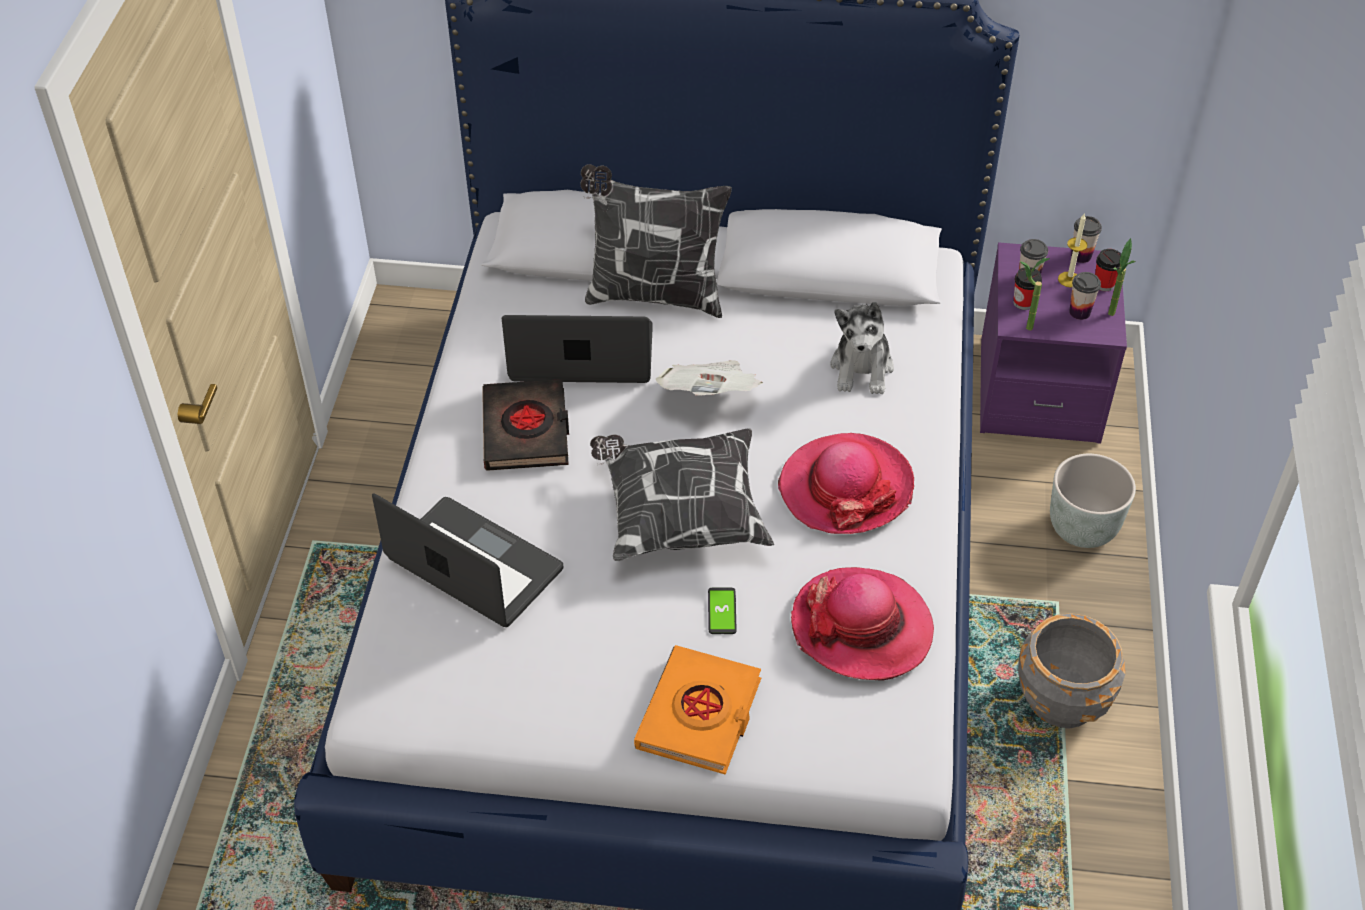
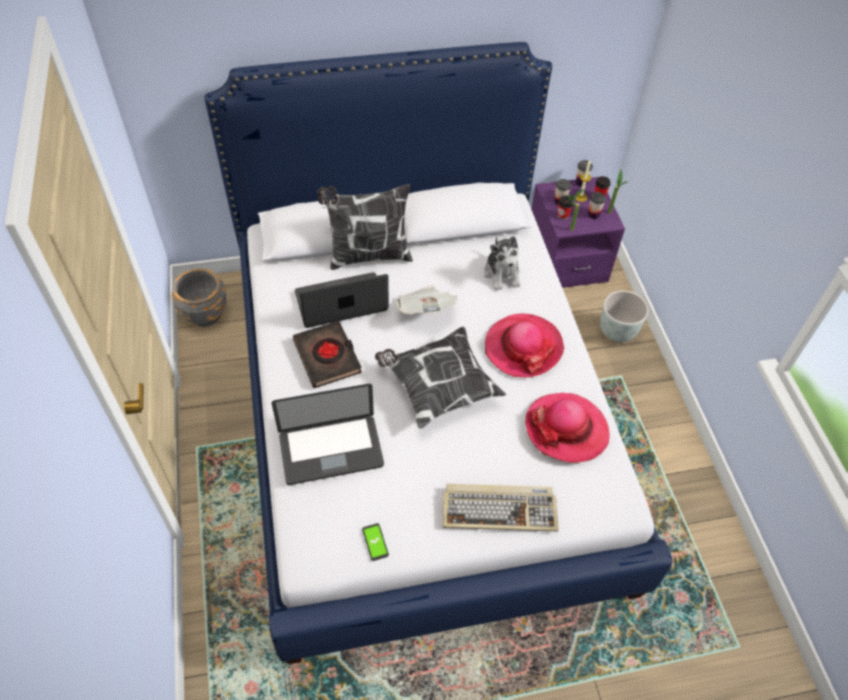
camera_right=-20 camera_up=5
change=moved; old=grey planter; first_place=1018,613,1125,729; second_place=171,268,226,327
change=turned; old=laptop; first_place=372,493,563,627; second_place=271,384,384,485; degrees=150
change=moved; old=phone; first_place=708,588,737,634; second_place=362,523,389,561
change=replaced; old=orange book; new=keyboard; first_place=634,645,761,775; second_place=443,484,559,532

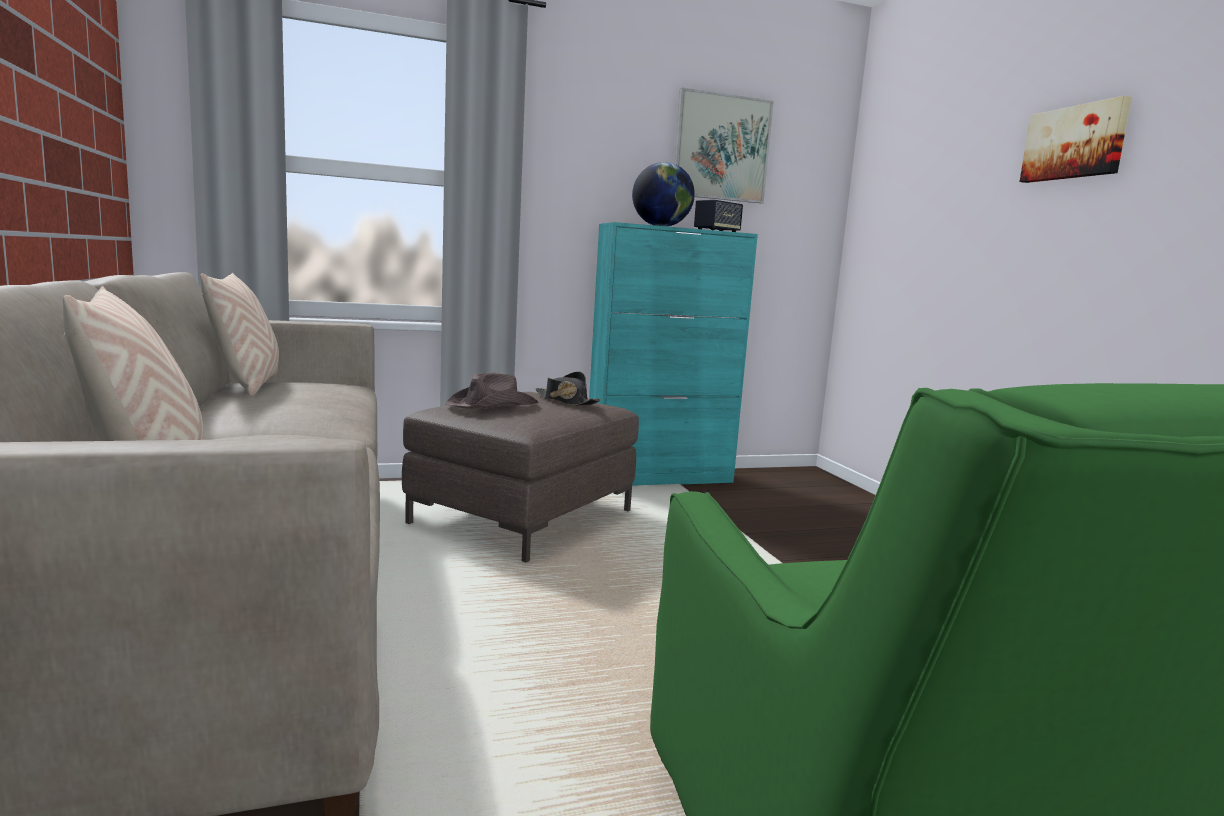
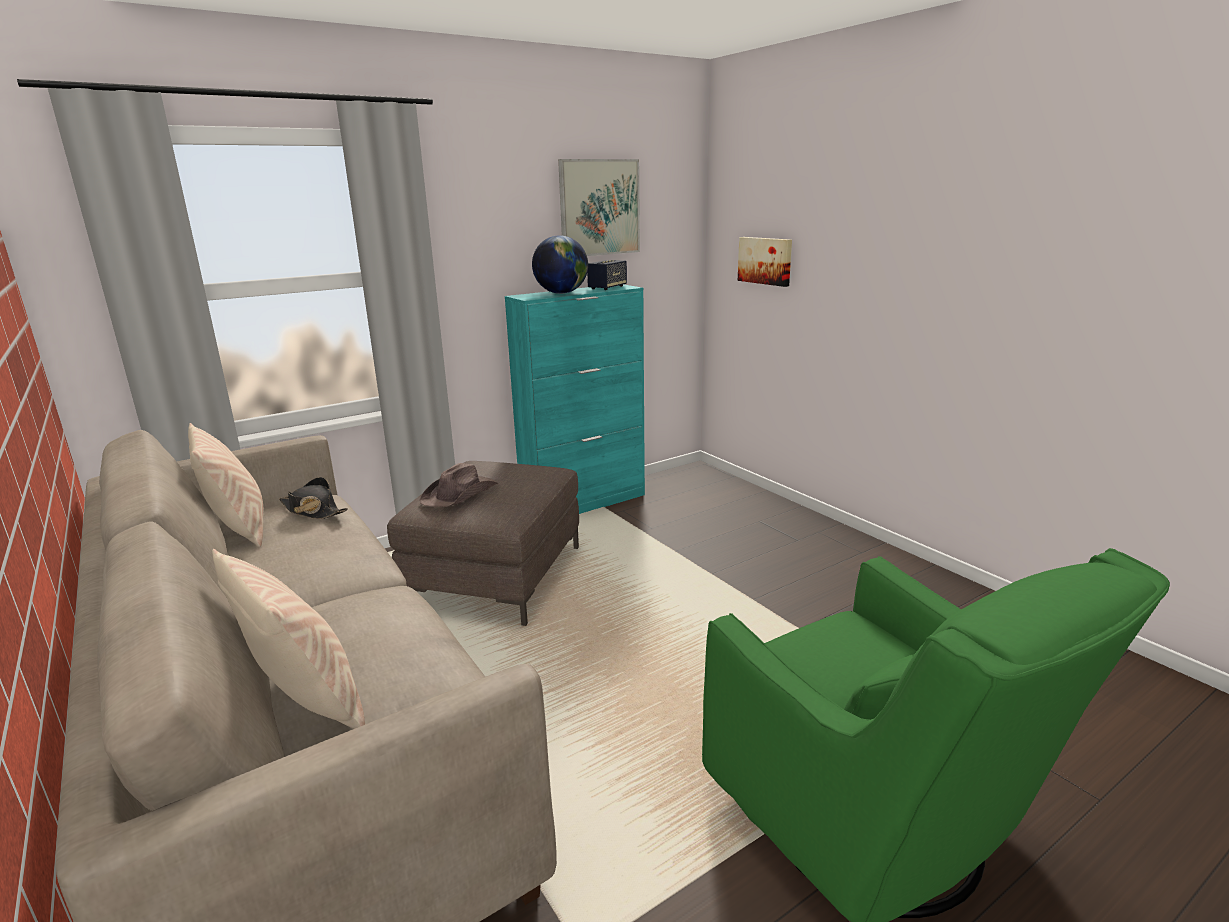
camera_right=-15 camera_up=10
change=moved; old=black hat; first_place=536,371,601,406; second_place=279,477,348,519
change=moved; old=picture; first_place=1020,96,1132,183; second_place=738,237,792,287

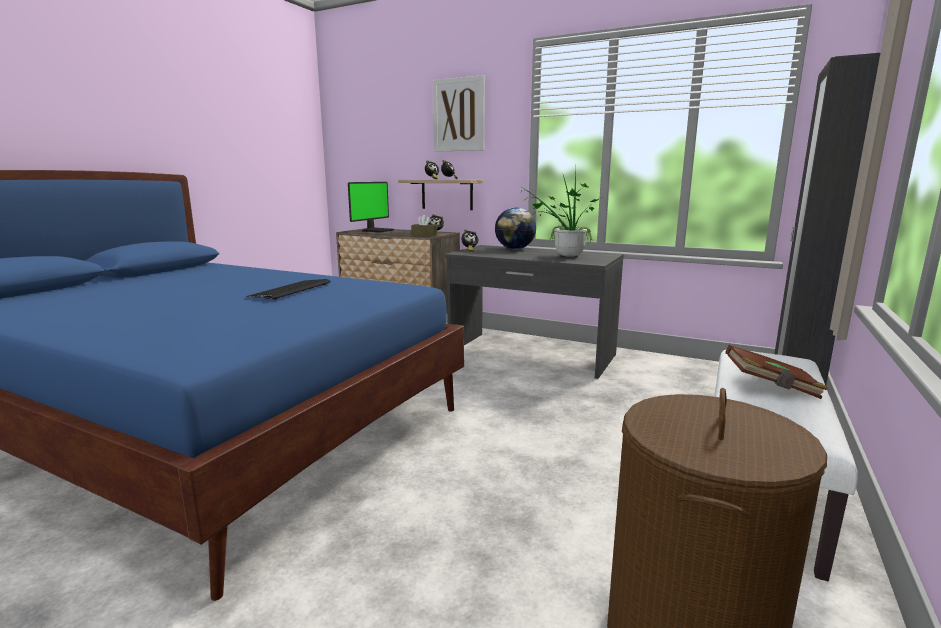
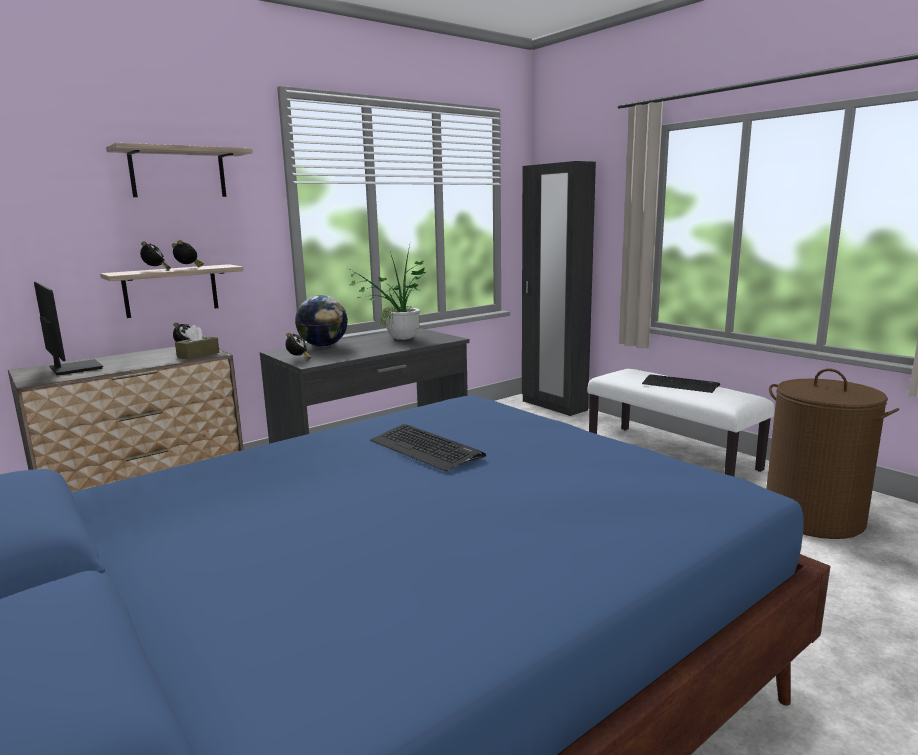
camera_right=-65 camera_up=0
change=replaced; old=picture; new=shelf; first_place=433,75,485,152; second_place=106,143,253,197
change=replaced; old=brown book; new=keyboard; first_place=725,345,828,399; second_place=642,375,720,393

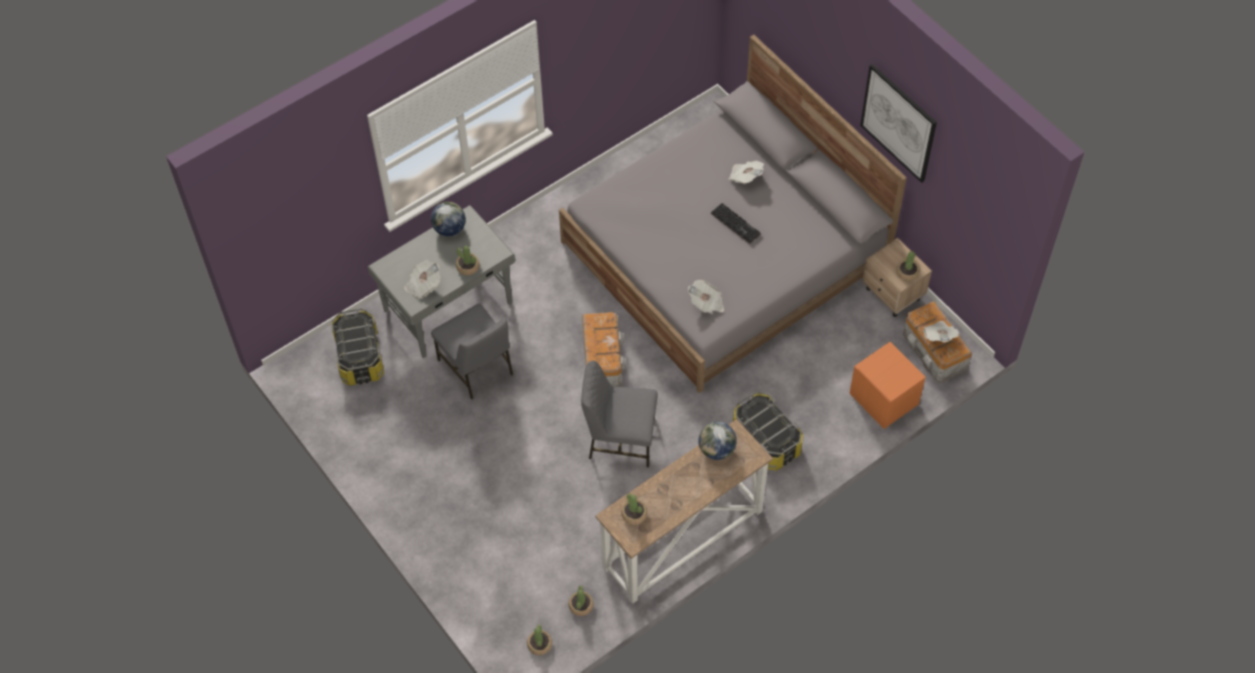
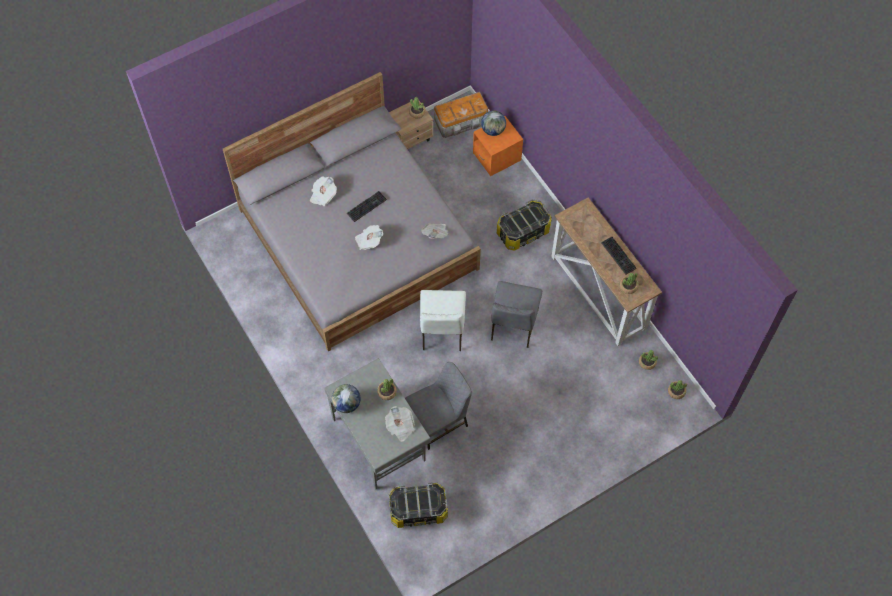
camera_right=-85 camera_up=5
change=moved; old=newspaper; first_place=923,321,959,342; second_place=355,225,383,250
change=replaced; old=storage box; new=white chair; first_place=582,312,626,387; second_place=420,290,466,351
change=moved; old=globe; first_place=698,422,737,460; second_place=481,110,506,136
change=added; new=keyboard; second_place=601,237,636,275
change=removed; old=picture; first_place=860,64,937,183

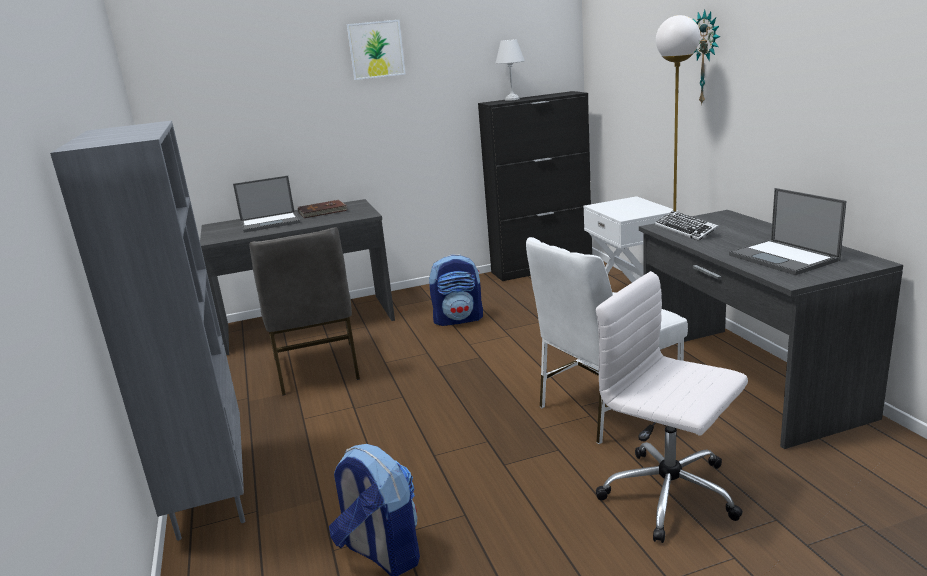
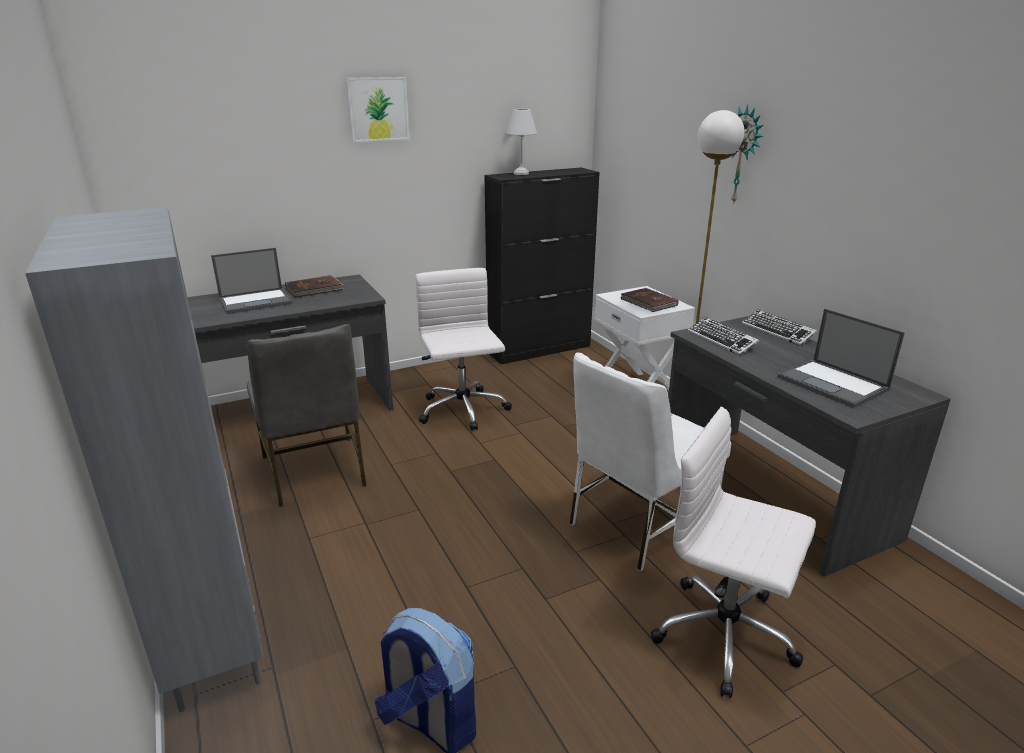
camera_right=-10 camera_up=5
change=replaced; old=backpack; new=white office chair; first_place=429,254,483,326; second_place=415,268,512,431
change=added; new=brown book; second_place=621,288,678,312
change=added; new=keyboard; second_place=742,310,817,346

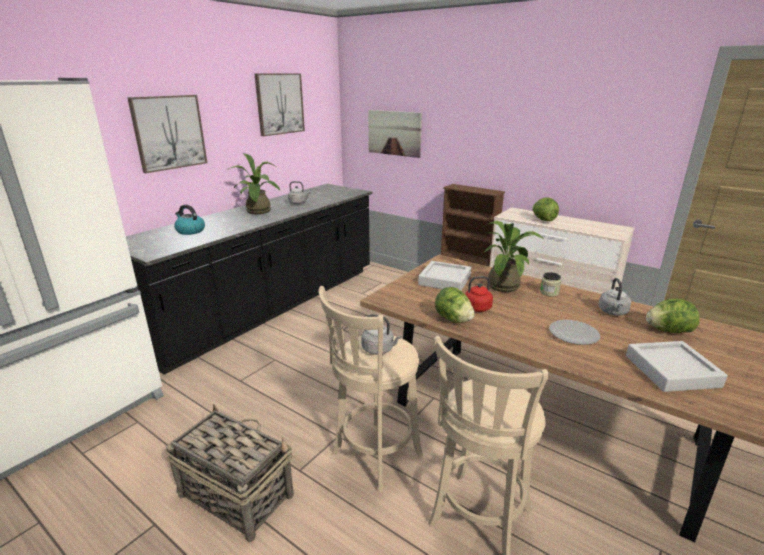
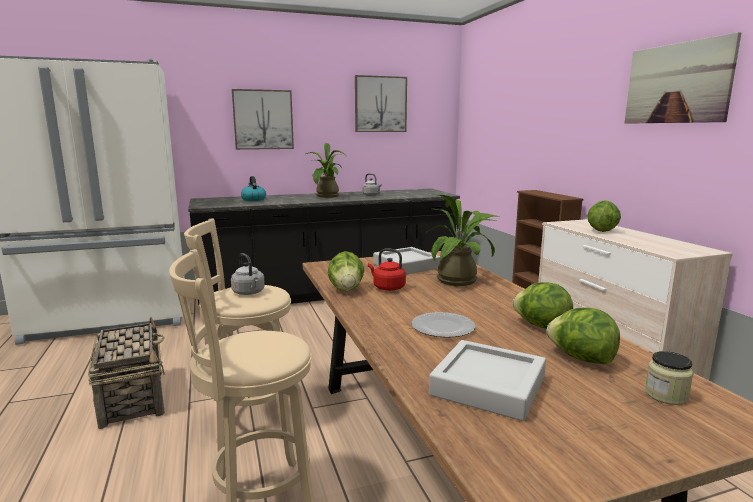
camera_right=35 camera_up=-10
change=replaced; old=grey kettle; new=lettuce; first_place=599,278,631,316; second_place=512,282,573,329
change=moved; old=picture; first_place=368,110,422,158; second_place=625,32,741,124
change=moved; old=jar; first_place=540,272,561,297; second_place=645,351,694,405

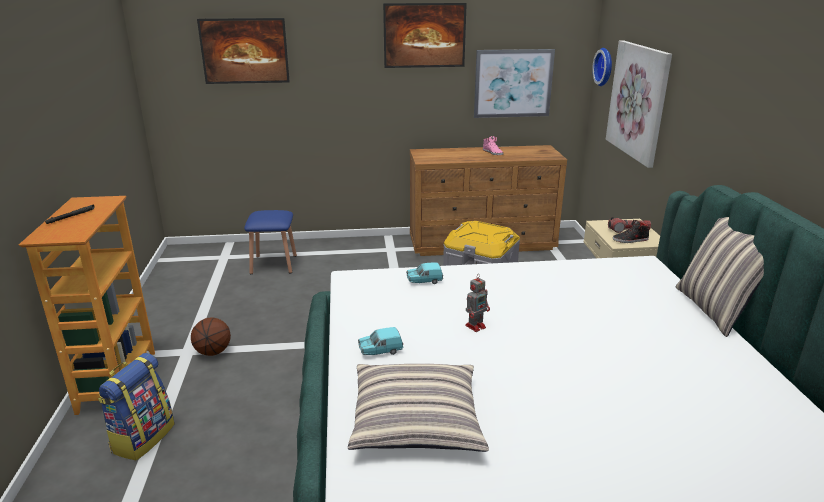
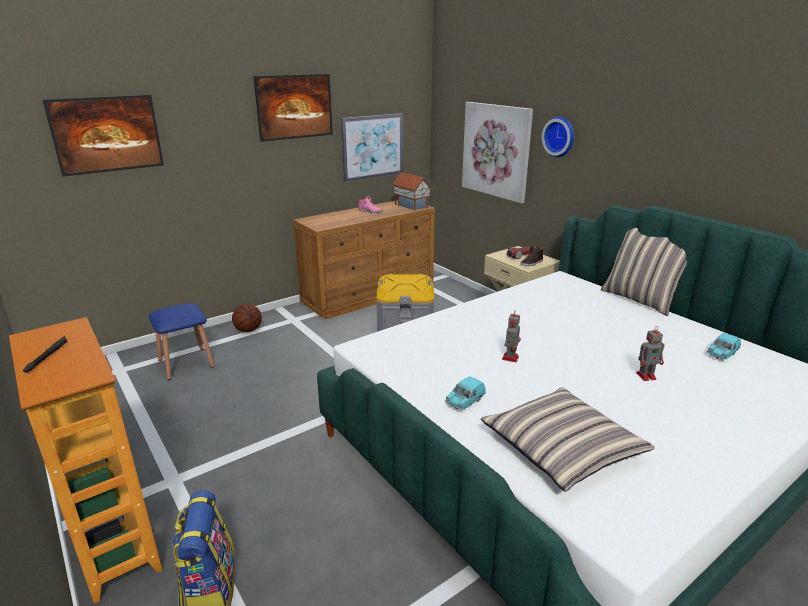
camera_right=-30 camera_up=0
change=moved; old=basketball; first_place=191,317,231,356; second_place=232,304,262,332
change=added; new=toy house; second_place=392,172,432,211
change=moved; old=wall clock; first_place=592,48,612,86; second_place=542,117,574,157
change=added; new=toy robot; second_place=636,326,664,381
change=moved; old=turquoise toy car; first_place=406,262,443,284; second_place=707,333,741,359

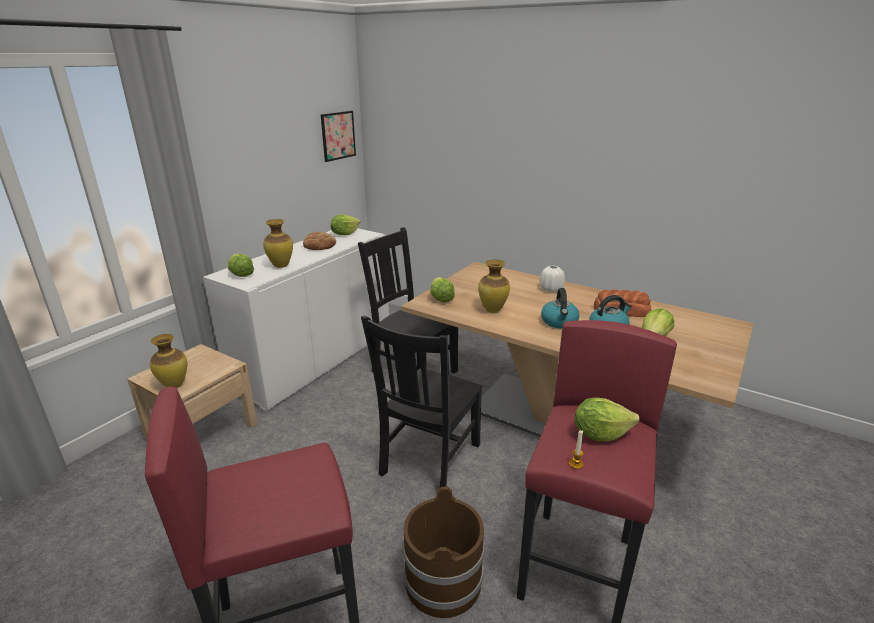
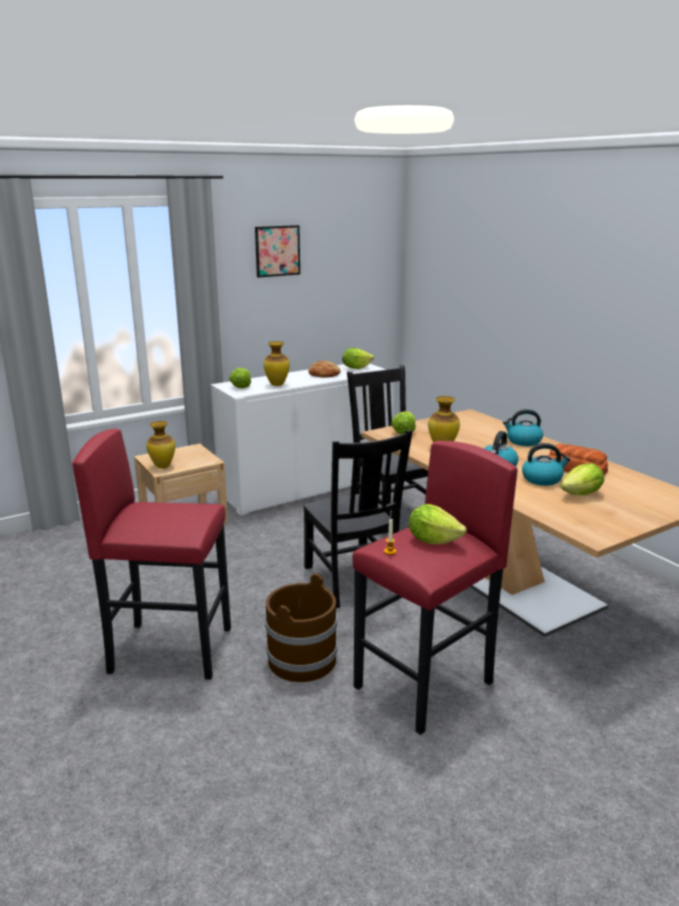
camera_right=25 camera_up=-5
change=moved; old=picture; first_place=321,111,356,162; second_place=255,225,300,278
change=turned; old=black chair; first_place=361,316,482,488; second_place=303,430,413,608; degrees=-75
change=replaced; old=white vase; new=kettle; first_place=539,265,565,292; second_place=503,409,543,446

